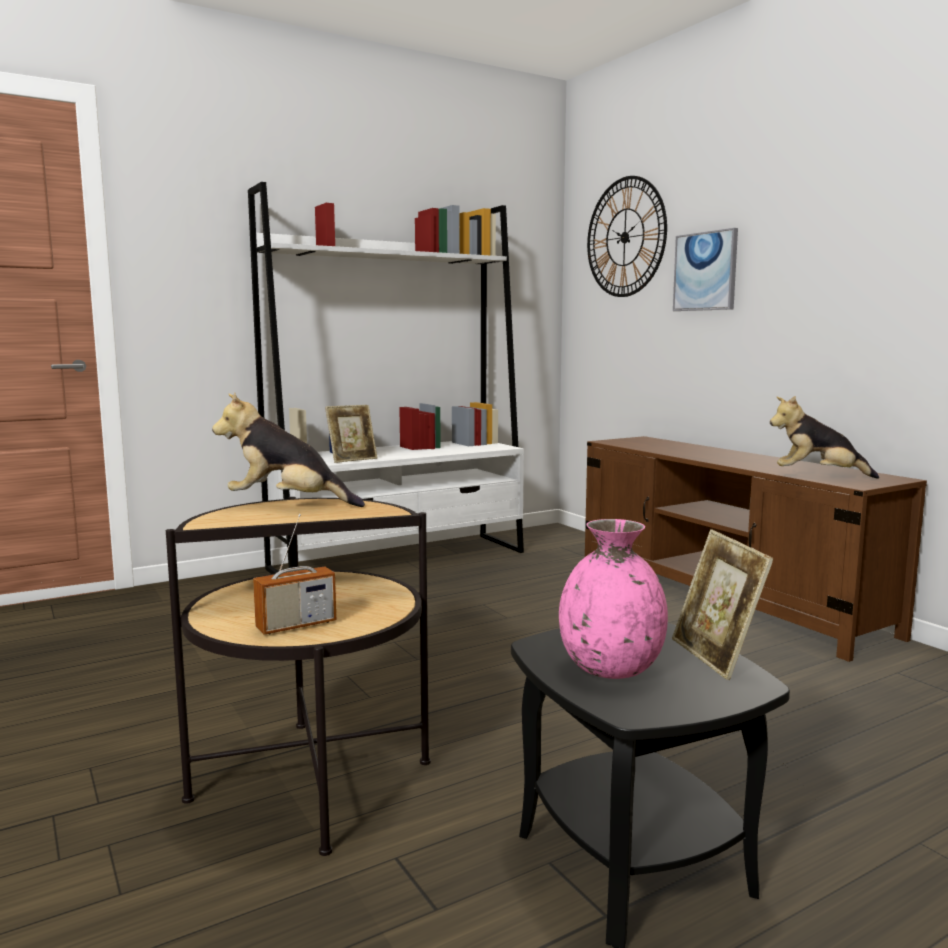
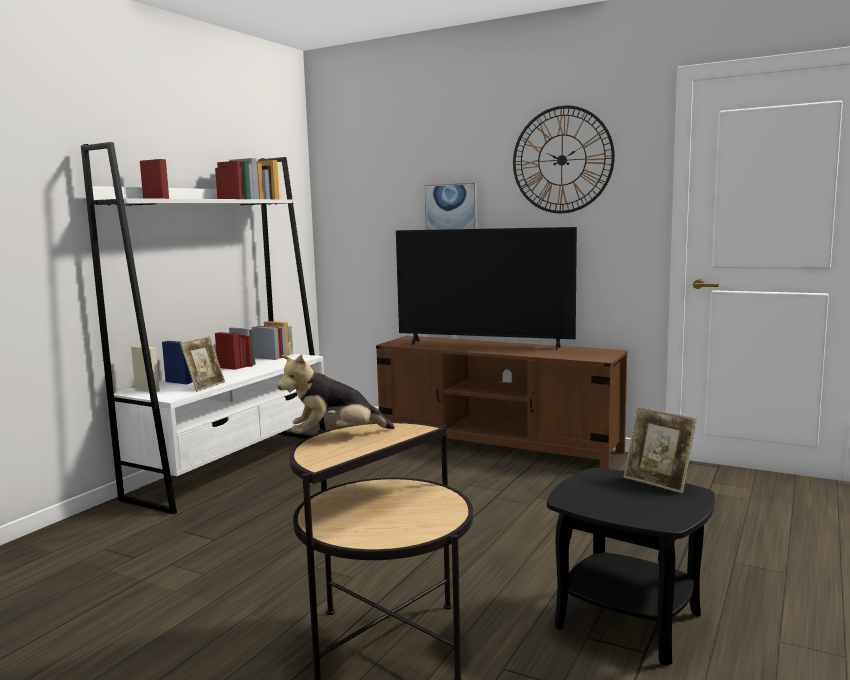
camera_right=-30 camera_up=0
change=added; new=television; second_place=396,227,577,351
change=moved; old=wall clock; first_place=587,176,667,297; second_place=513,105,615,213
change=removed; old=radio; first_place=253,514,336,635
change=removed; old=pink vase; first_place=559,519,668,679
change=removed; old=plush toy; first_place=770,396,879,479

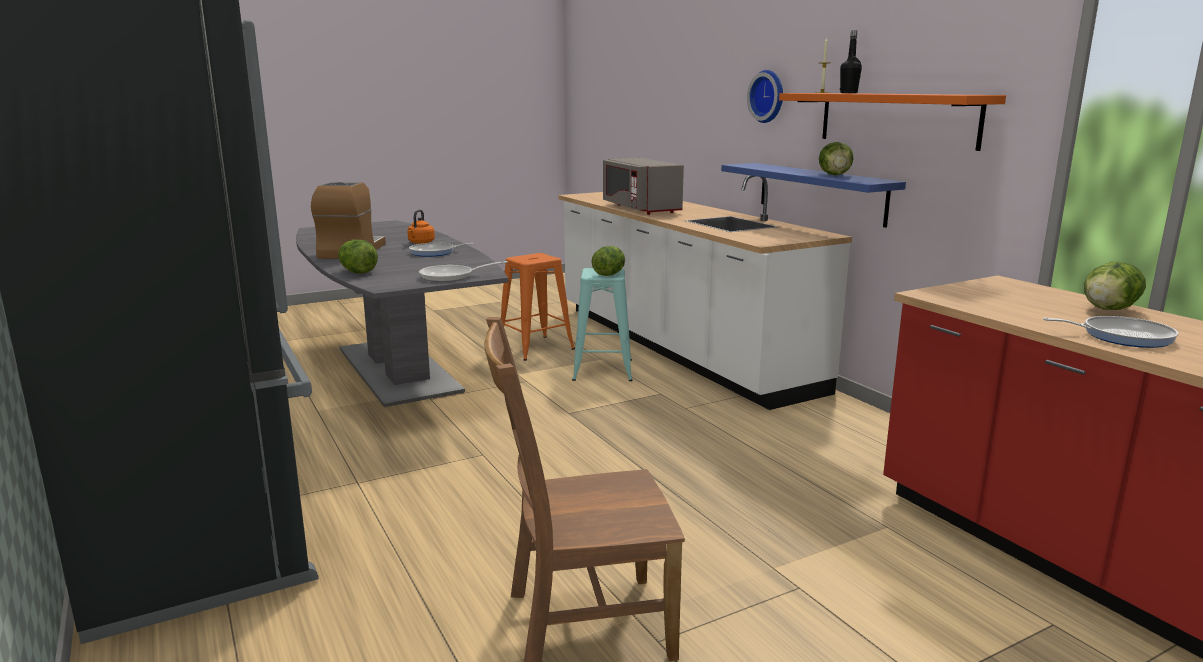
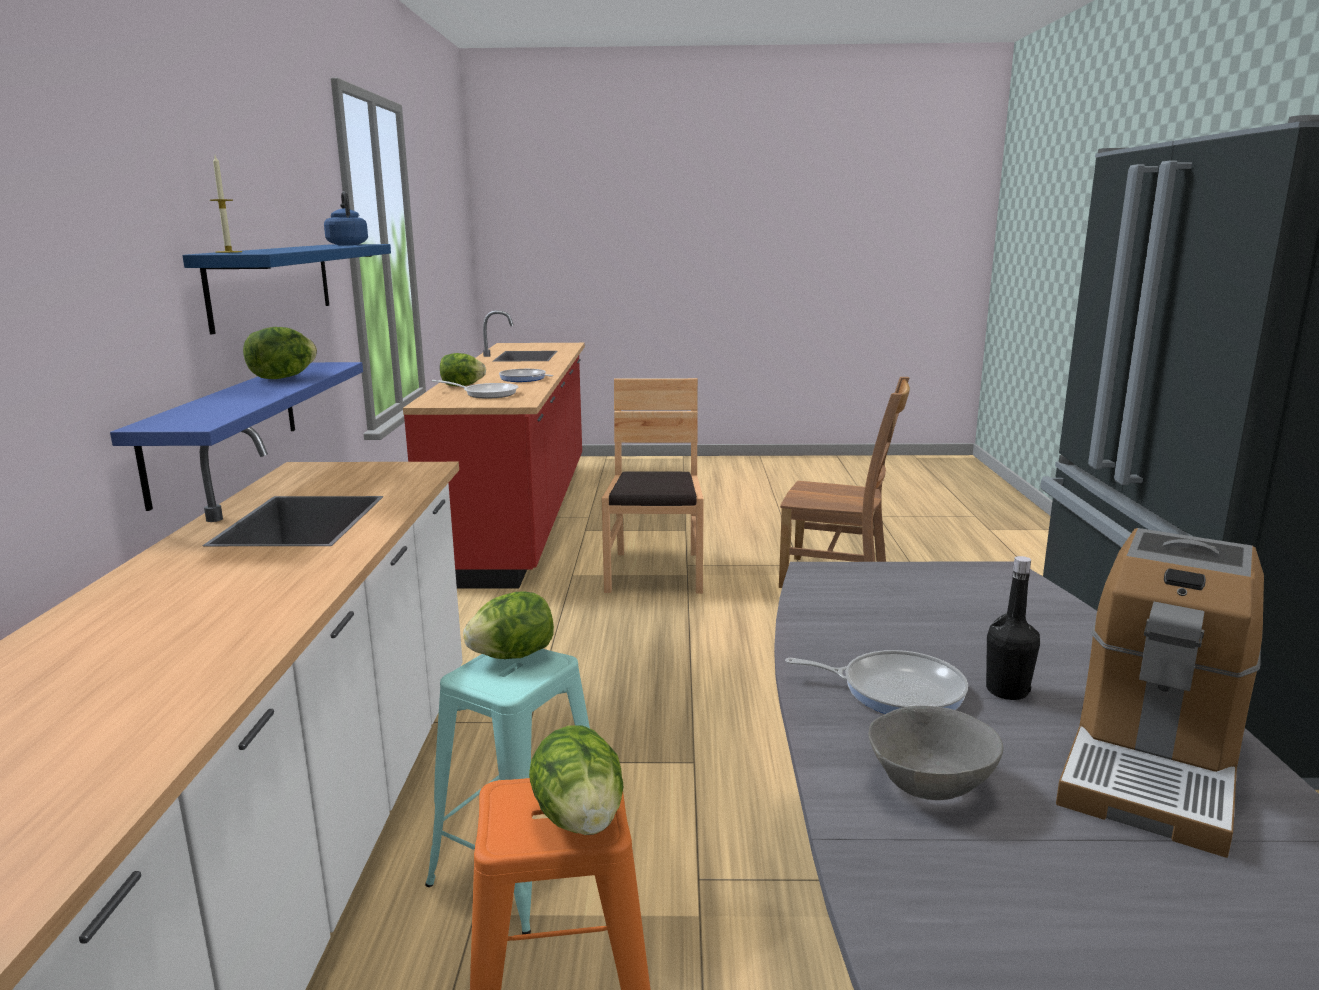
camera_right=-150 camera_up=0
change=recoloured; old=orange shelf; new=blue shelf; first_place=779,93,1006,151; second_place=183,244,391,334
change=added; new=blue kettle; second_place=324,191,368,245
change=moved; old=frying pan; first_place=419,261,508,282; second_place=432,380,518,399
change=moved; old=lettuce; first_place=338,239,378,273; second_place=529,725,623,835
change=added; new=brown chair; second_place=602,378,704,594
change=replaced; old=orange kettle; new=grey bowl; first_place=407,210,435,244; second_place=868,706,1003,800
change=moved; old=black bottle; first_place=840,30,862,93; second_place=986,556,1040,700
change=removed; old=grey microwave; first_place=603,158,684,215
change=removed; old=wall clock; first_place=747,70,783,123

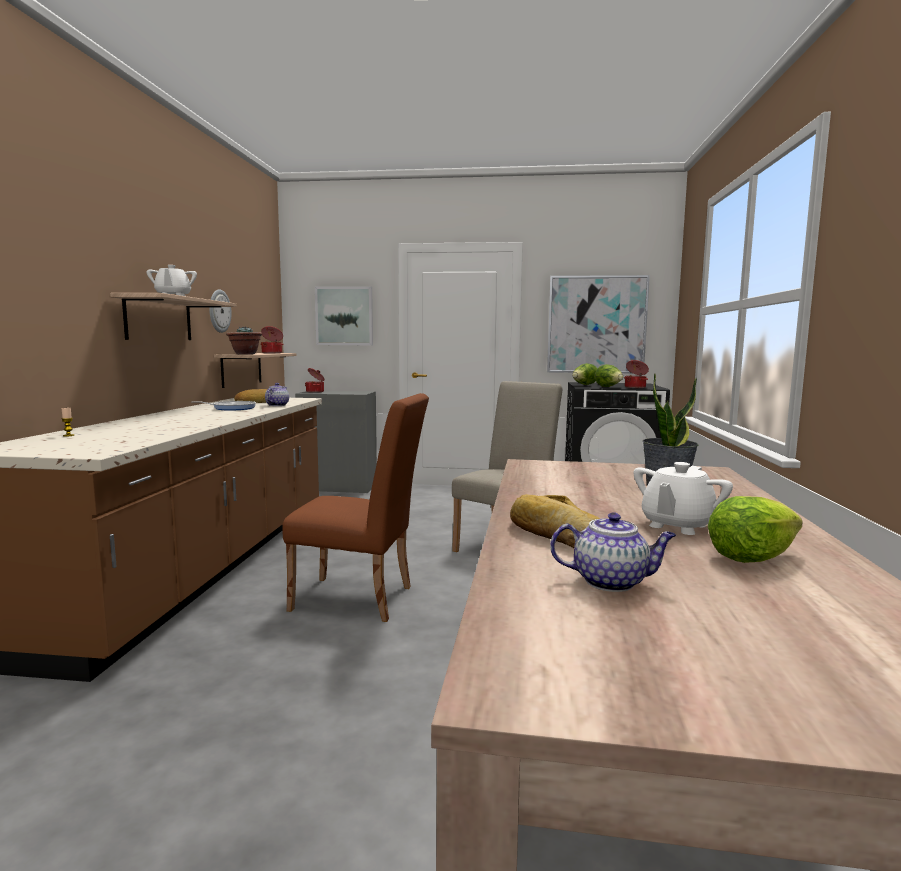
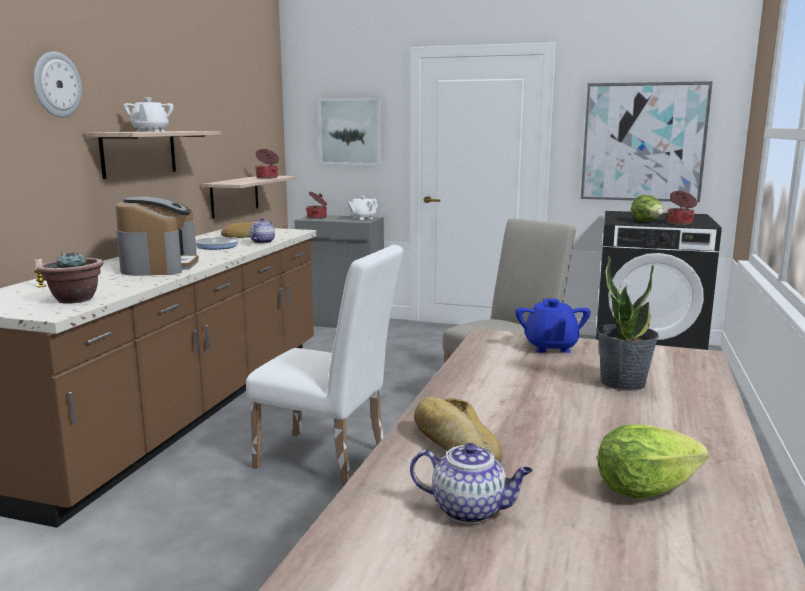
camera_right=10 camera_up=5
change=moved; old=wall clock; first_place=209,289,232,333; second_place=33,51,82,117
change=moved; old=potted plant; first_place=226,326,262,354; second_place=37,251,103,304
change=added; new=coffee machine; second_place=116,196,199,276
change=recoloured; old=brown chair; new=white chair; first_place=282,393,429,622; second_place=246,245,404,485
change=moved; old=white teapot; first_place=634,462,733,535; second_place=348,196,378,220
change=added; new=blue teapot; second_place=515,299,591,353
change=removed; old=lettuce; first_place=572,363,597,385

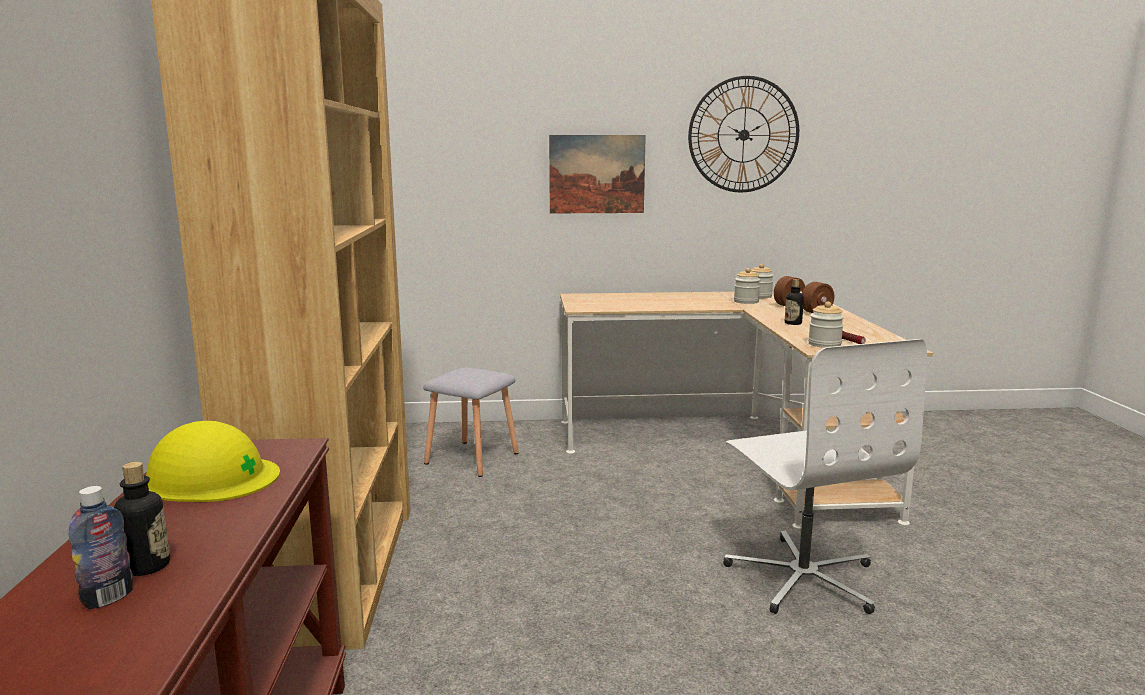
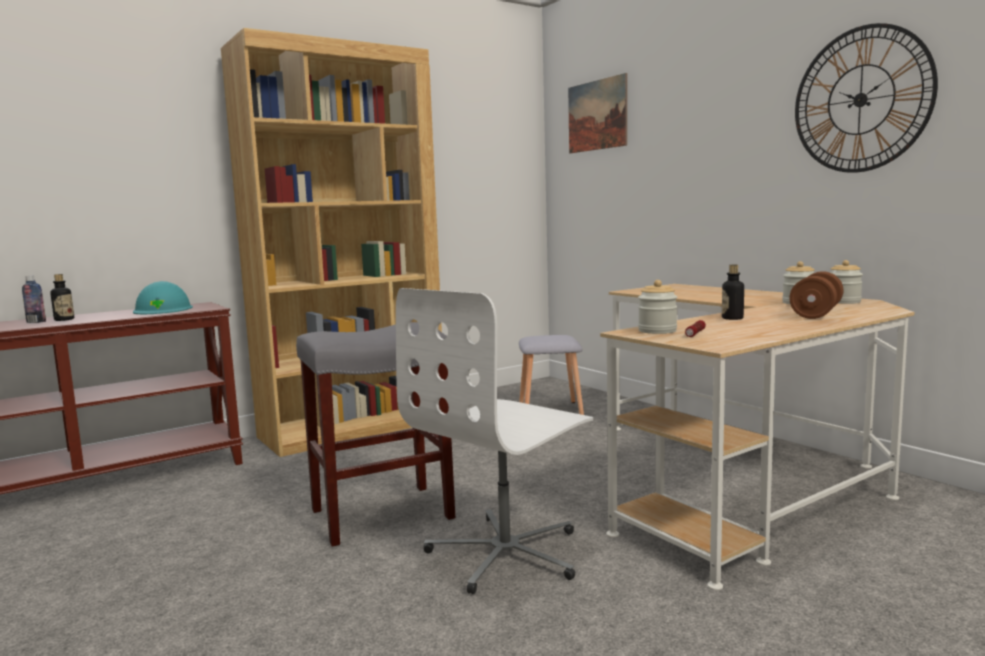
camera_right=60 camera_up=-5
change=recoloured; old=yellow hard hat; new=turquoise hard hat; first_place=146,421,280,502; second_place=133,281,193,314
change=added; new=grey stool; second_place=296,322,456,547
change=moved; old=picture; first_place=549,135,646,213; second_place=568,73,627,153

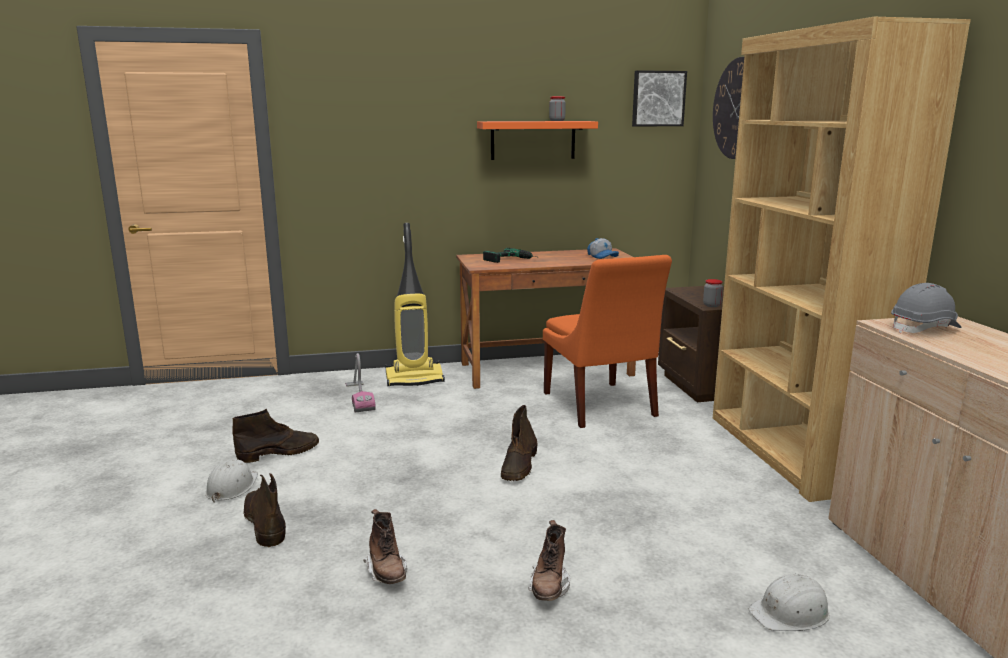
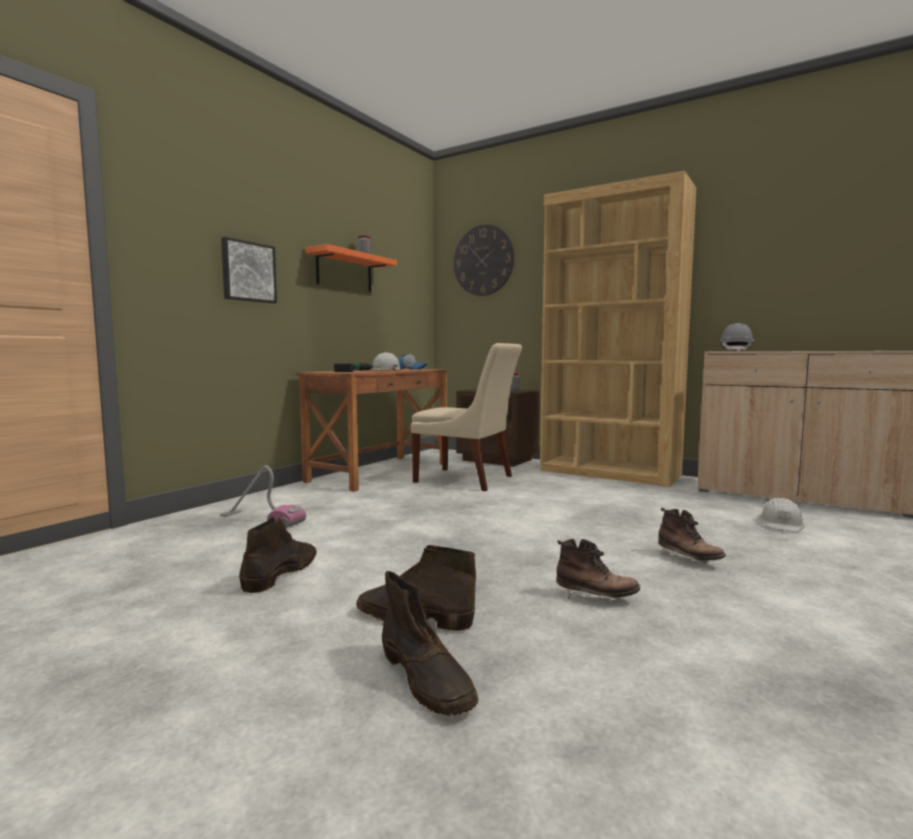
camera_right=-45 camera_up=-10
change=moved; old=picture; first_place=632,70,687,127; second_place=221,237,277,303
change=moved; old=white hard hat; first_place=205,459,258,503; second_place=371,352,401,371
change=moved; old=brown boot; first_place=501,405,537,481; second_place=382,571,478,716
change=recoloured; old=orange chair; new=beige chair; first_place=543,255,672,428; second_place=411,343,522,491
change=removed; old=vacuum cleaner; first_place=385,223,445,386

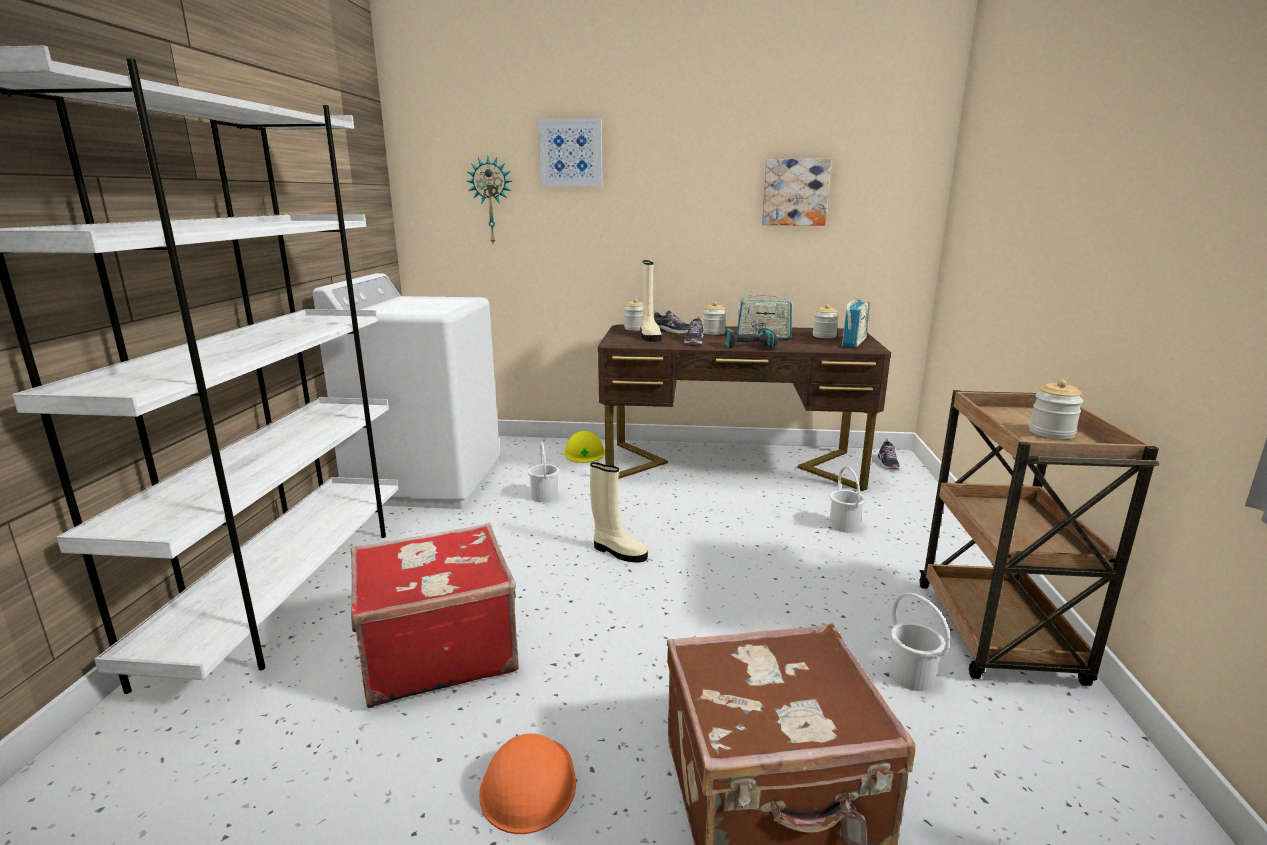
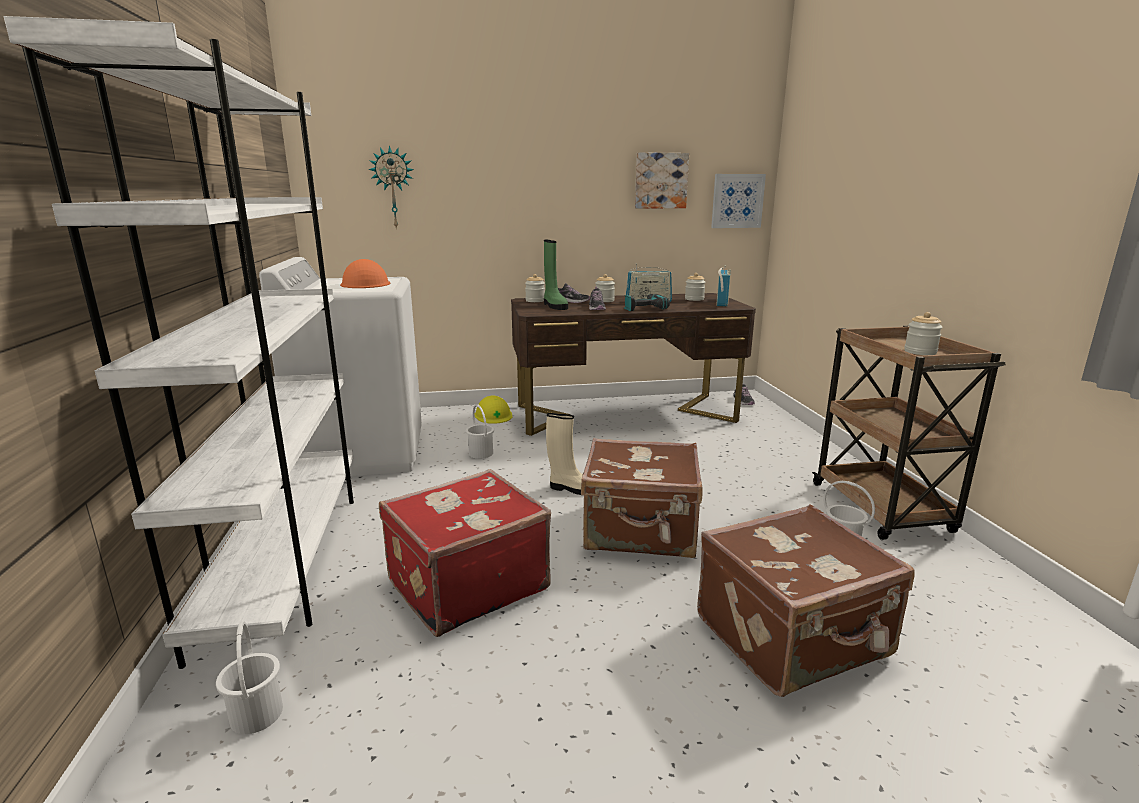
camera_right=-15 camera_up=0
change=moved; old=white bucket; first_place=829,466,866,533; second_place=216,622,283,734
change=moved; old=orange hard hat; first_place=479,734,576,834; second_place=340,259,390,288
change=recoloured; old=beige boot; new=green boot; first_place=640,260,662,342; second_place=544,240,568,310
change=added; new=brown suitcase; second_place=581,438,703,558
change=moved; old=picture; first_place=538,118,603,186; second_place=711,174,766,228

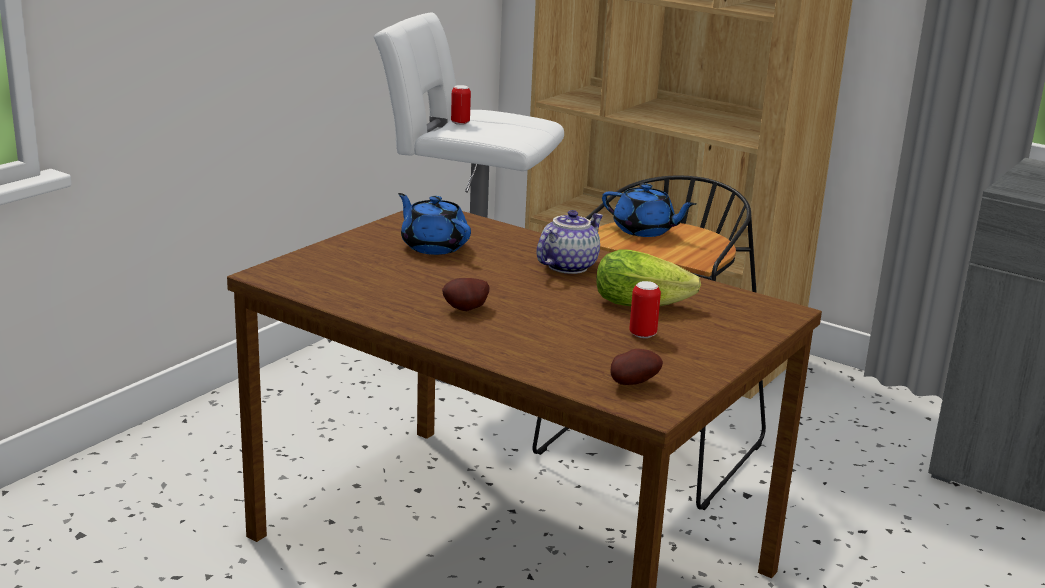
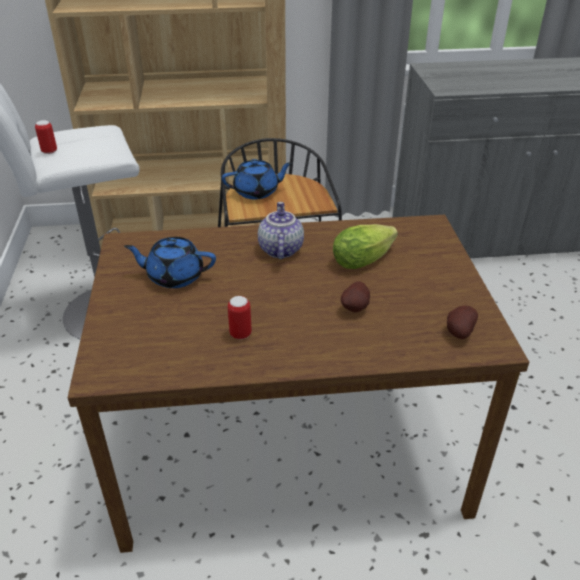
camera_right=-40 camera_up=15
change=moved; old=can; first_place=629,281,661,338; second_place=228,296,252,339
change=moved; old=potato; first_place=442,278,490,311; second_place=341,281,370,312

